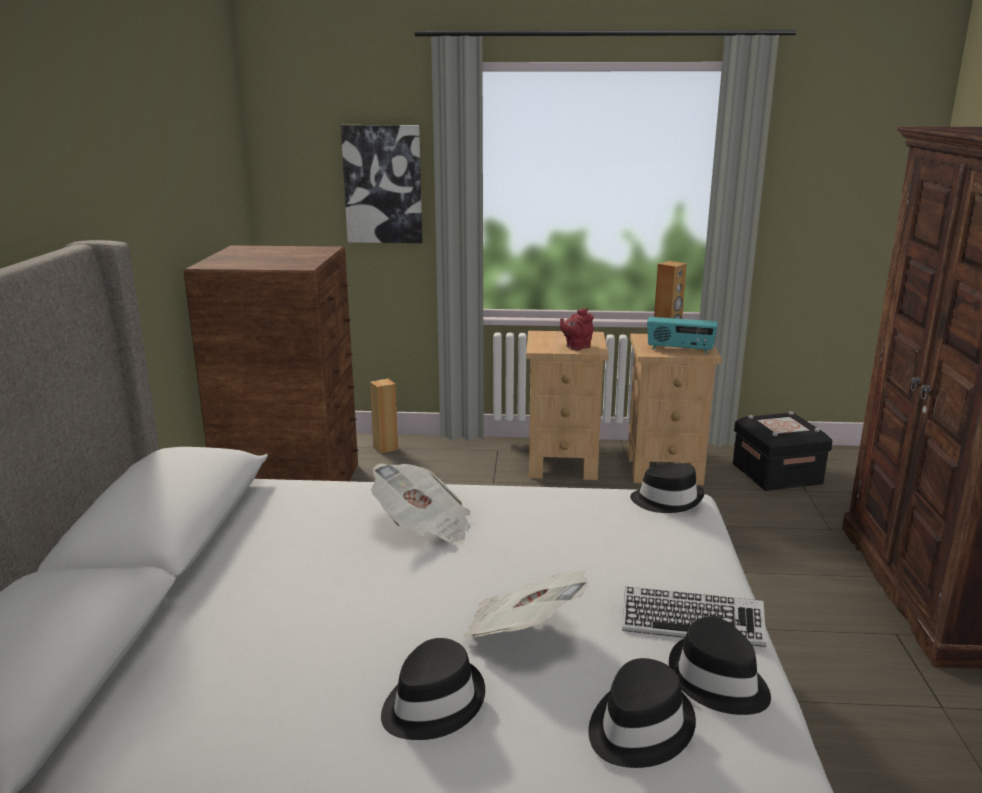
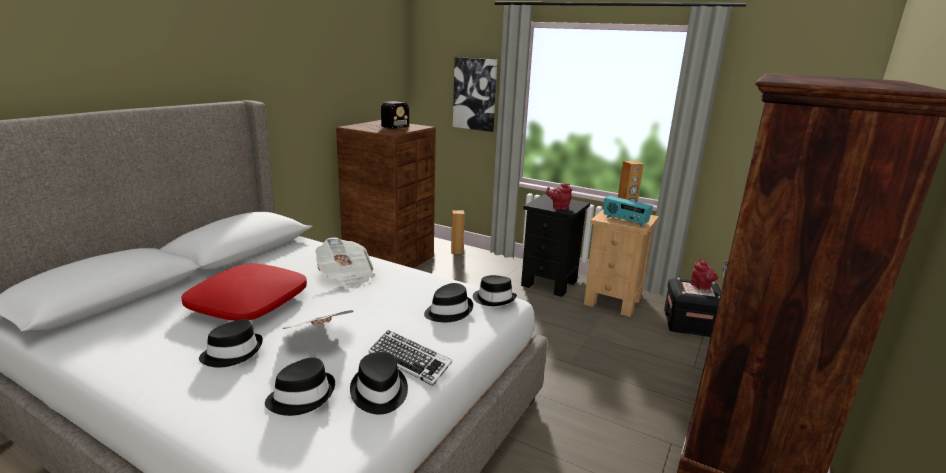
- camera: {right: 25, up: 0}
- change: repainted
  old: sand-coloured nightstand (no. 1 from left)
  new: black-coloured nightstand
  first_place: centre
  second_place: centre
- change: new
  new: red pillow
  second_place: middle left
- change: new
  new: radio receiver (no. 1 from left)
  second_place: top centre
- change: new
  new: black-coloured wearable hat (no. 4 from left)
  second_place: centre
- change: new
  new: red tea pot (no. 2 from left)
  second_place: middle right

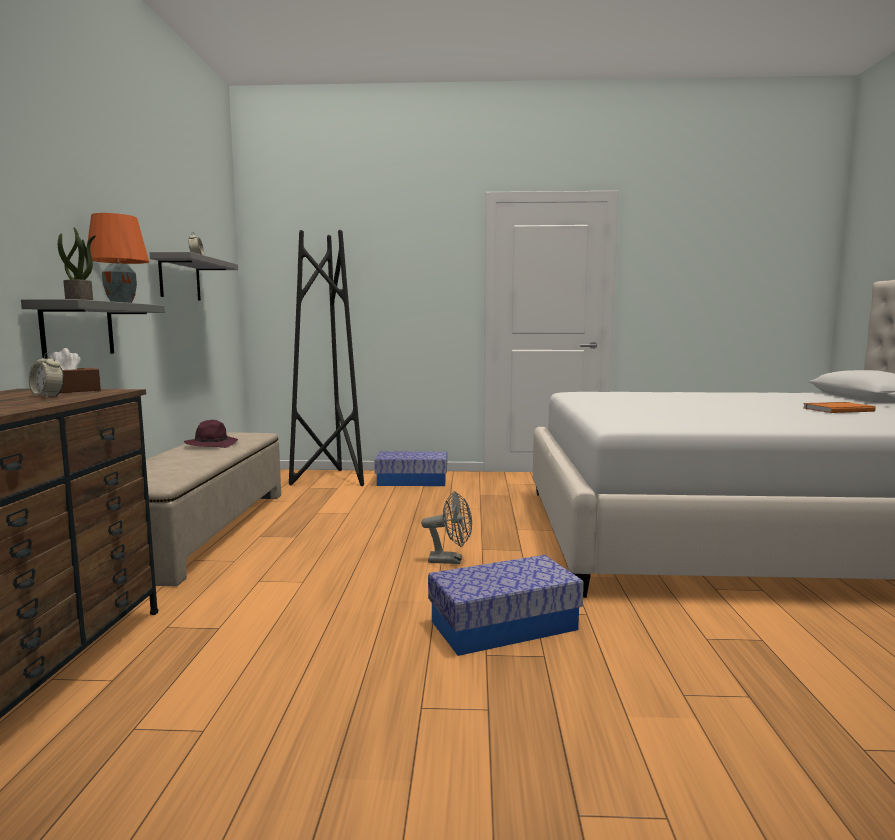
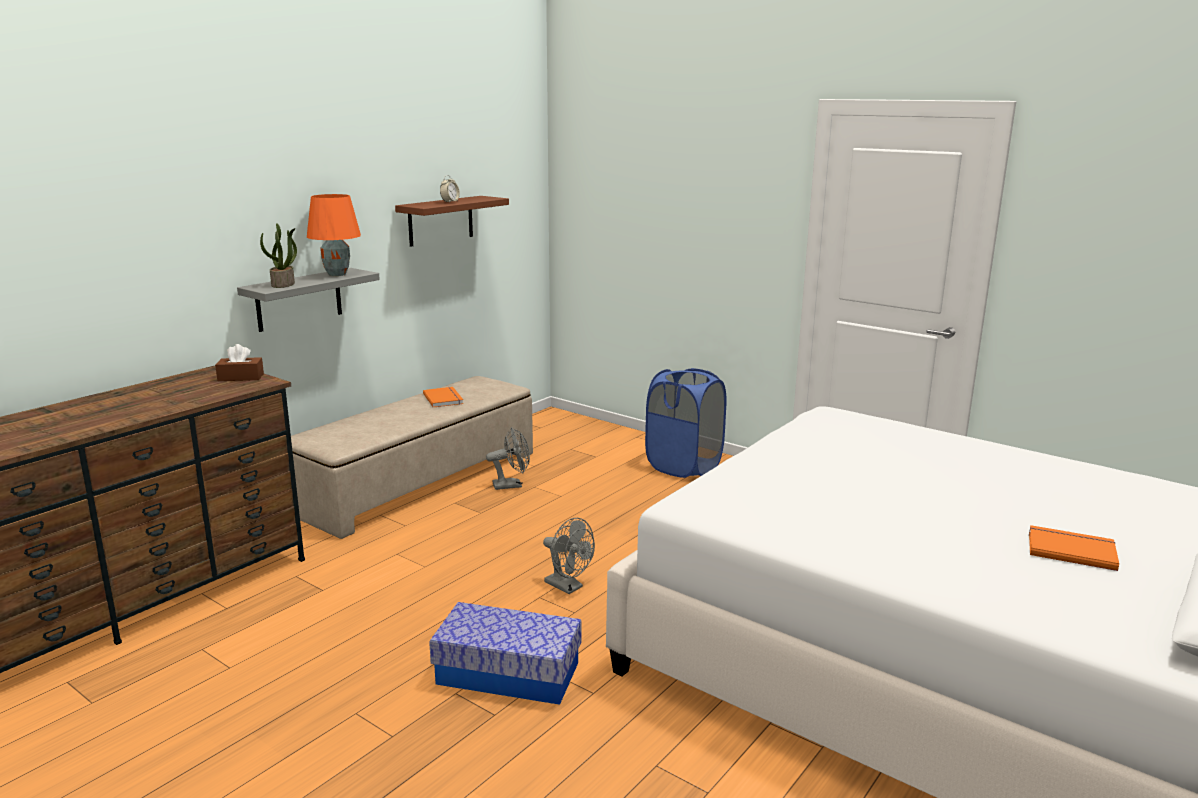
- camera: {right: 35, up: 10}
- change: gone
  old: bedside clock (no. 1 from left)
  first_place: middle left
- change: repainted
  old: gray wall shelf (no. 2 from left)
  new: brownish wall shelf
  first_place: top left
  second_place: top centre
- change: swapped
  old: purple wearable hat
  new: orange book (no. 1 from left)
  first_place: middle left
  second_place: centre
- change: gone
  old: black-coloured garment stand
  first_place: centre
- change: swapped
  old: storage box (no. 1 from left)
  new: bluish laundry basket
  first_place: centre
  second_place: centre
- change: new
  new: gray fan (no. 1 from left)
  second_place: centre

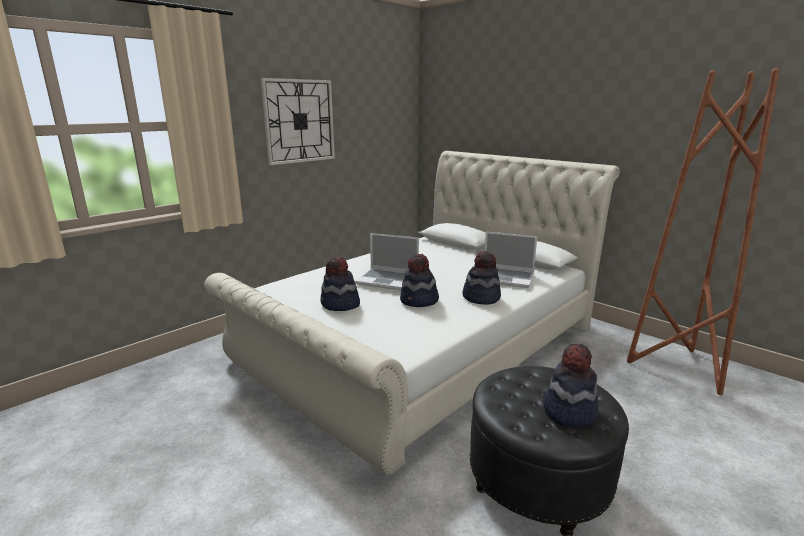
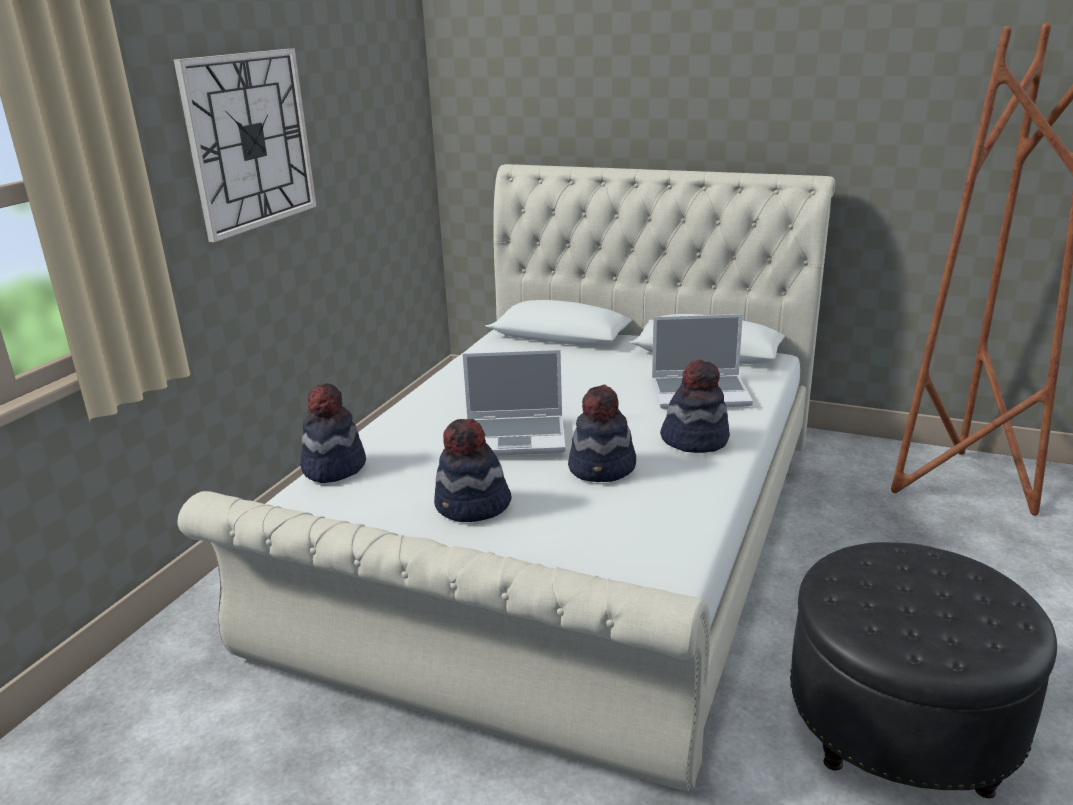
- camera: {right: -20, up: 5}
- change: shifted
  old: wearable hat (no. 4 from left in the first image)
  new: wearable hat (no. 1 from left)
  first_place: bottom right
  second_place: middle left

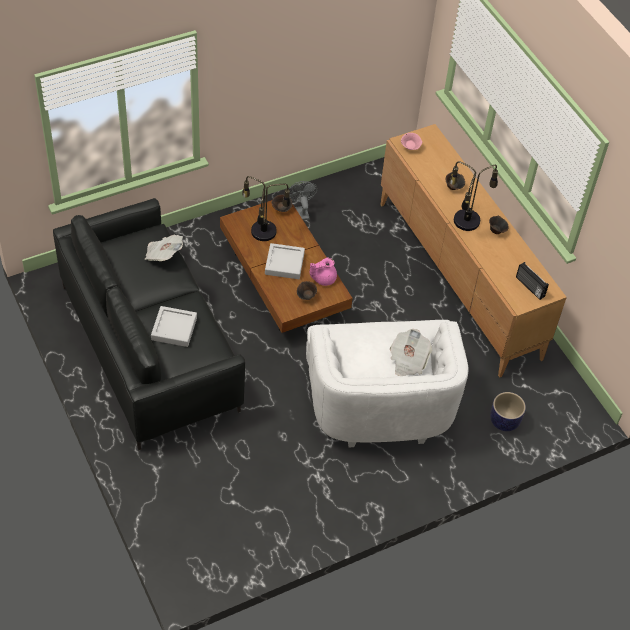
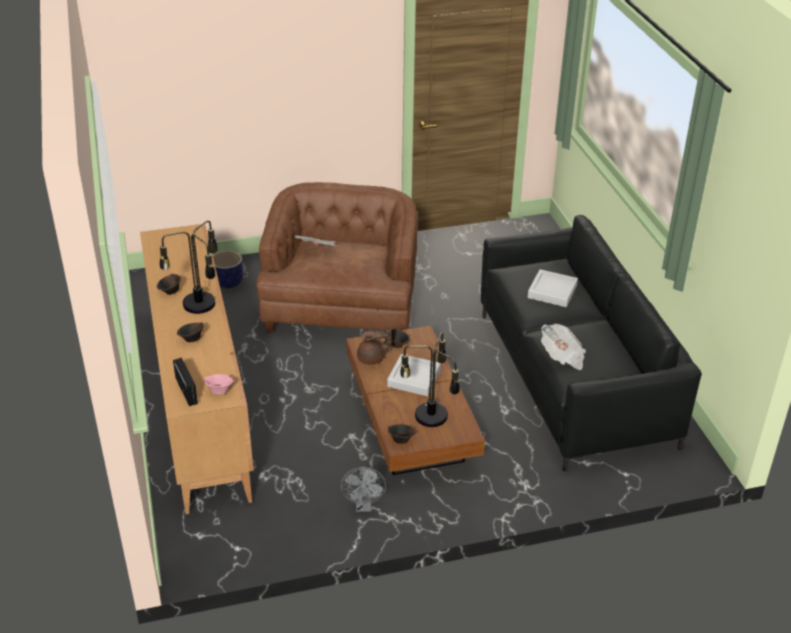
- camera: {right: -165, up: -15}
- change: repainted
  old: white armchair
  new: brownish armchair
  first_place: centre
  second_place: centre
- change: repainted
  old: pinkish tea pot
  new: brownish tea pot
  first_place: centre
  second_place: centre
- change: shifted
  old: radio receiver
  first_place: middle right
  second_place: middle left

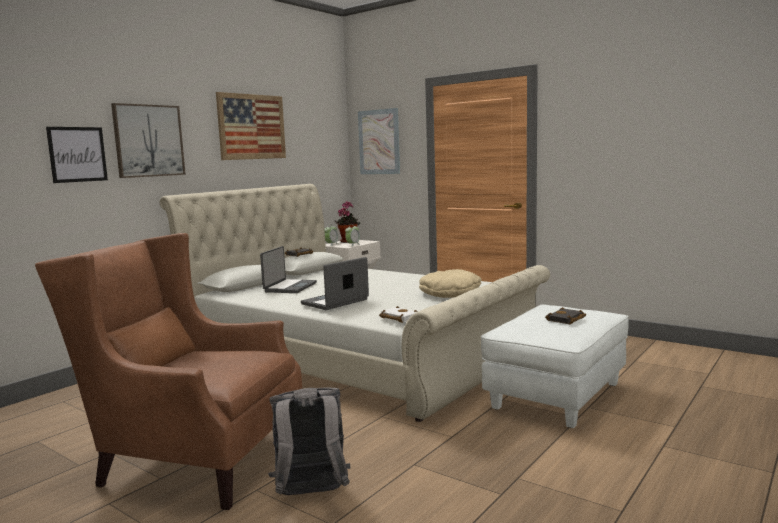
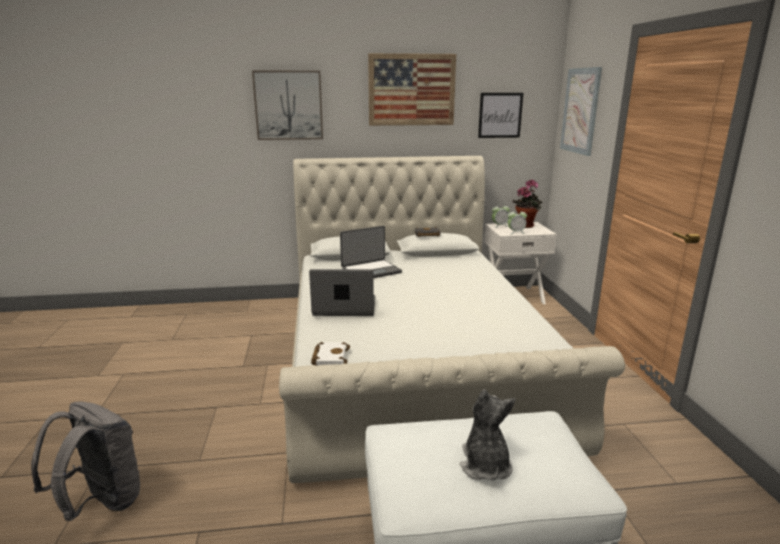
- camera: {right: 45, up: 10}
- change: gone
  old: brownish armchair
  first_place: bottom left
- change: shifted
  old: picture (no. 1 from left in the first image)
  new: picture (no. 3 from left)
  first_place: top left
  second_place: top centre
- change: gone
  old: sand-coloured pillow
  first_place: centre
- change: swapped
  old: black-coloured book (no. 2 from left)
  new: soft toy
  first_place: middle right
  second_place: bottom centre

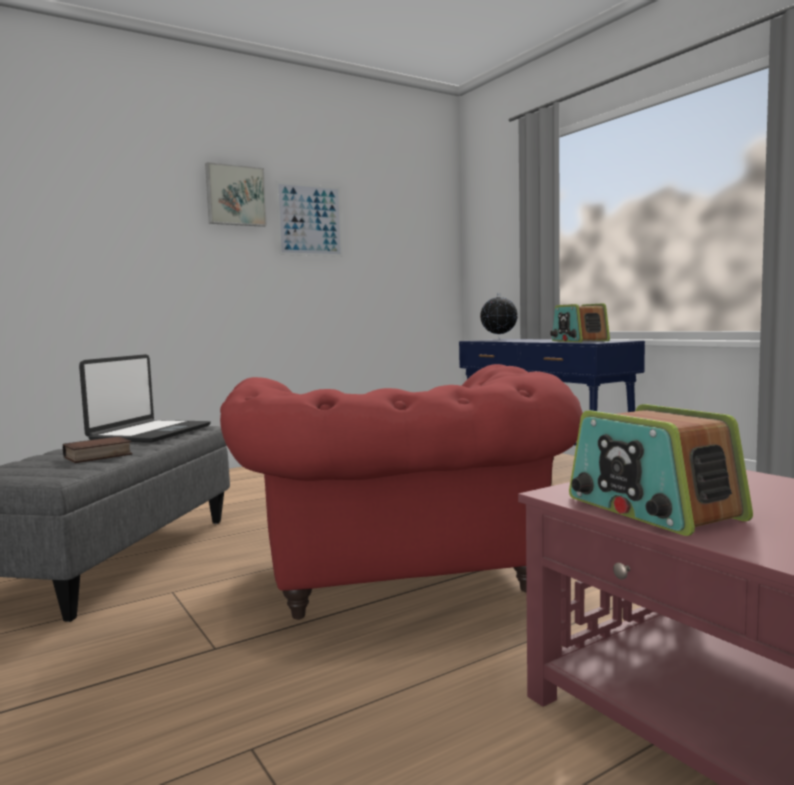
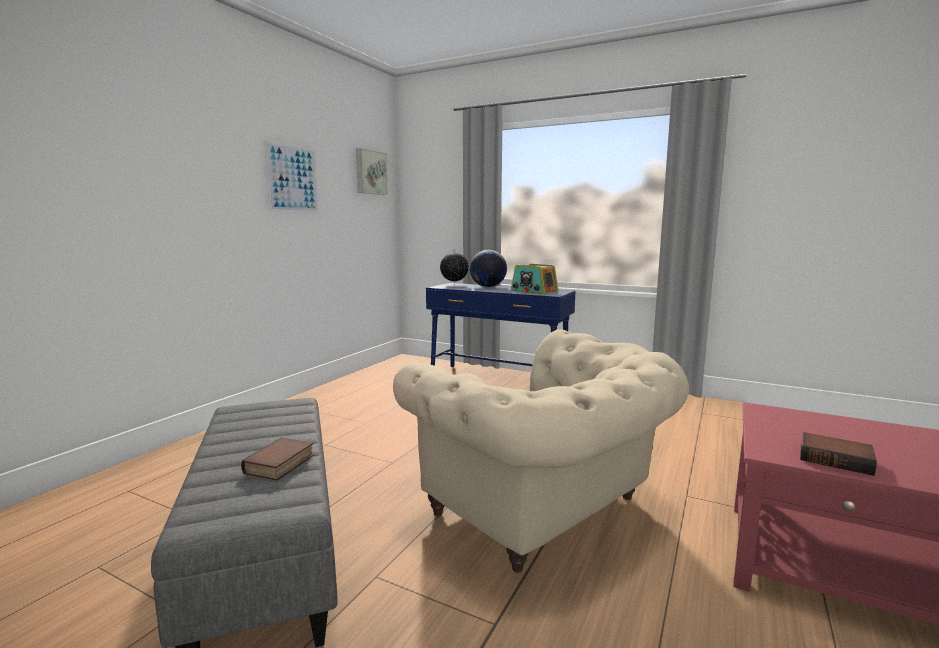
- camera: {right: -30, up: 5}
- change: gone
  old: notebook computer
  first_place: middle left
- change: shifted
  old: picture (no. 1 from left in the first image)
  new: picture (no. 2 from left)
  first_place: top left
  second_place: top centre
- change: repainted
  old: red armchair
  new: sand-coloured armchair
  first_place: centre
  second_place: bottom centre
- change: swapped
  old: radio receiver (no. 2 from left)
  new: book (no. 2 from left)
  first_place: middle right
  second_place: bottom right
- change: new
  new: desk globe (no. 2 from left)
  second_place: centre

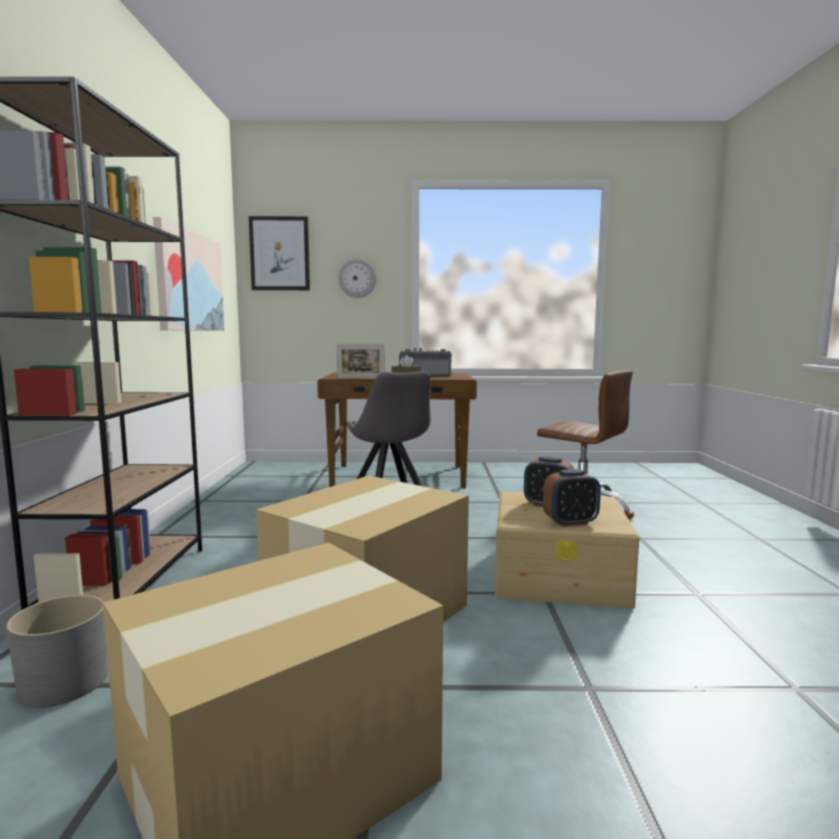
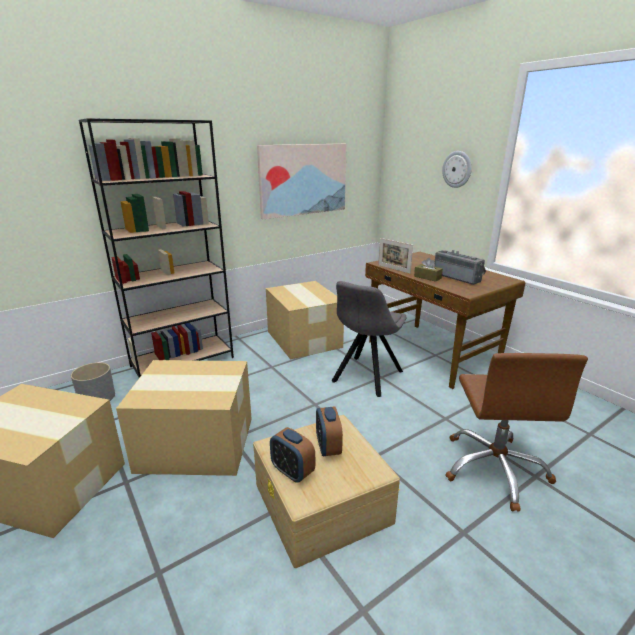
- camera: {right: 55, up: 15}
- change: gone
  old: picture (no. 2 from left)
  first_place: top left
- change: new
  new: cardboard box (no. 3 from left)
  second_place: centre

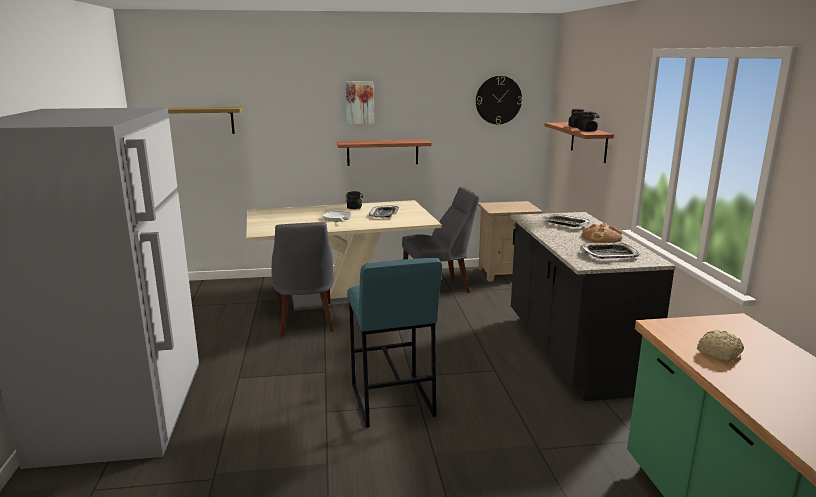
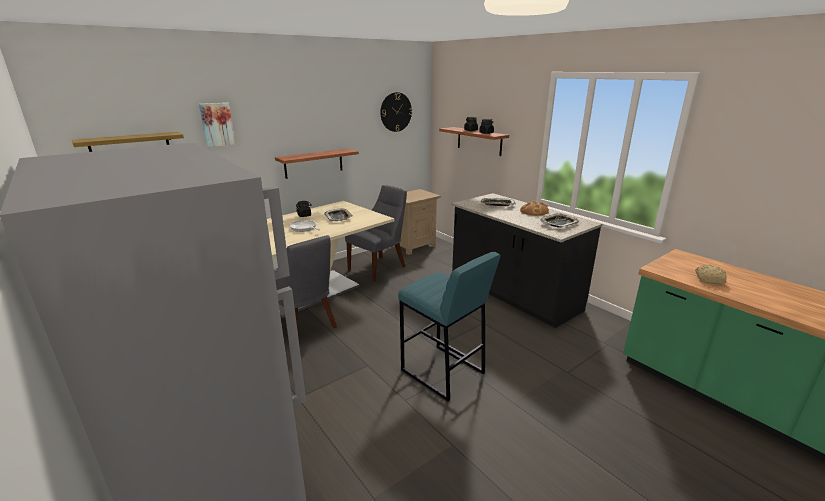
- camera: {right: -30, up: 5}
- change: shifted
  old: picture
  first_place: top centre
  second_place: top left

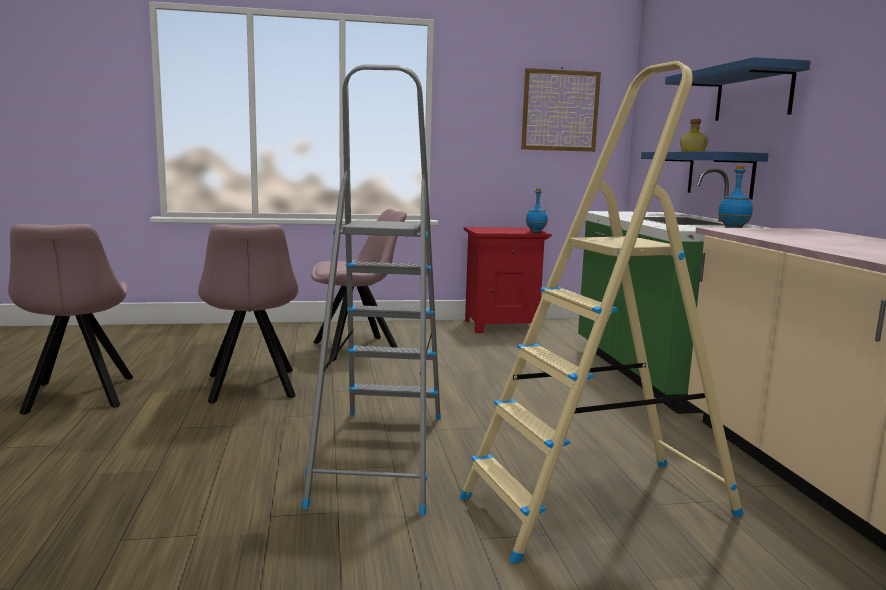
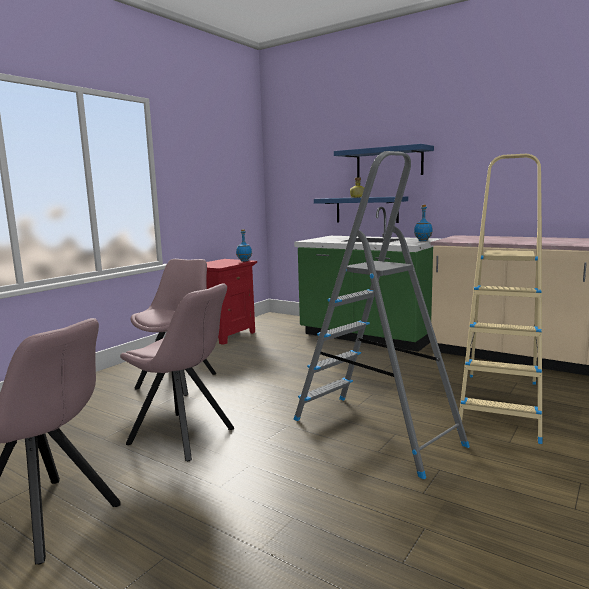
- camera: {right: -45, up: 0}
- change: gone
  old: picture
  first_place: top centre

